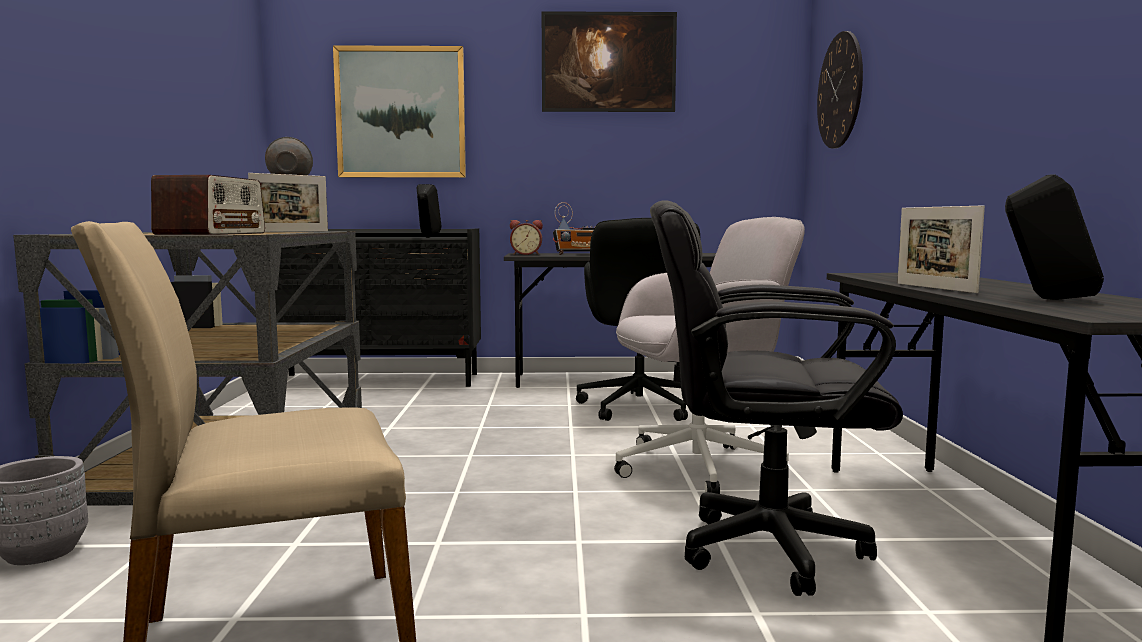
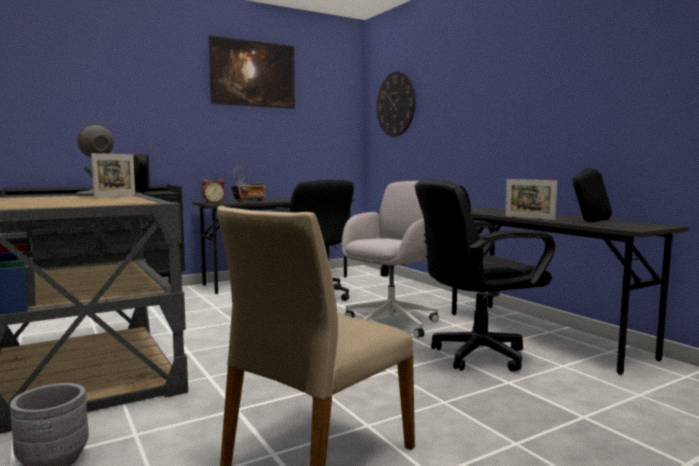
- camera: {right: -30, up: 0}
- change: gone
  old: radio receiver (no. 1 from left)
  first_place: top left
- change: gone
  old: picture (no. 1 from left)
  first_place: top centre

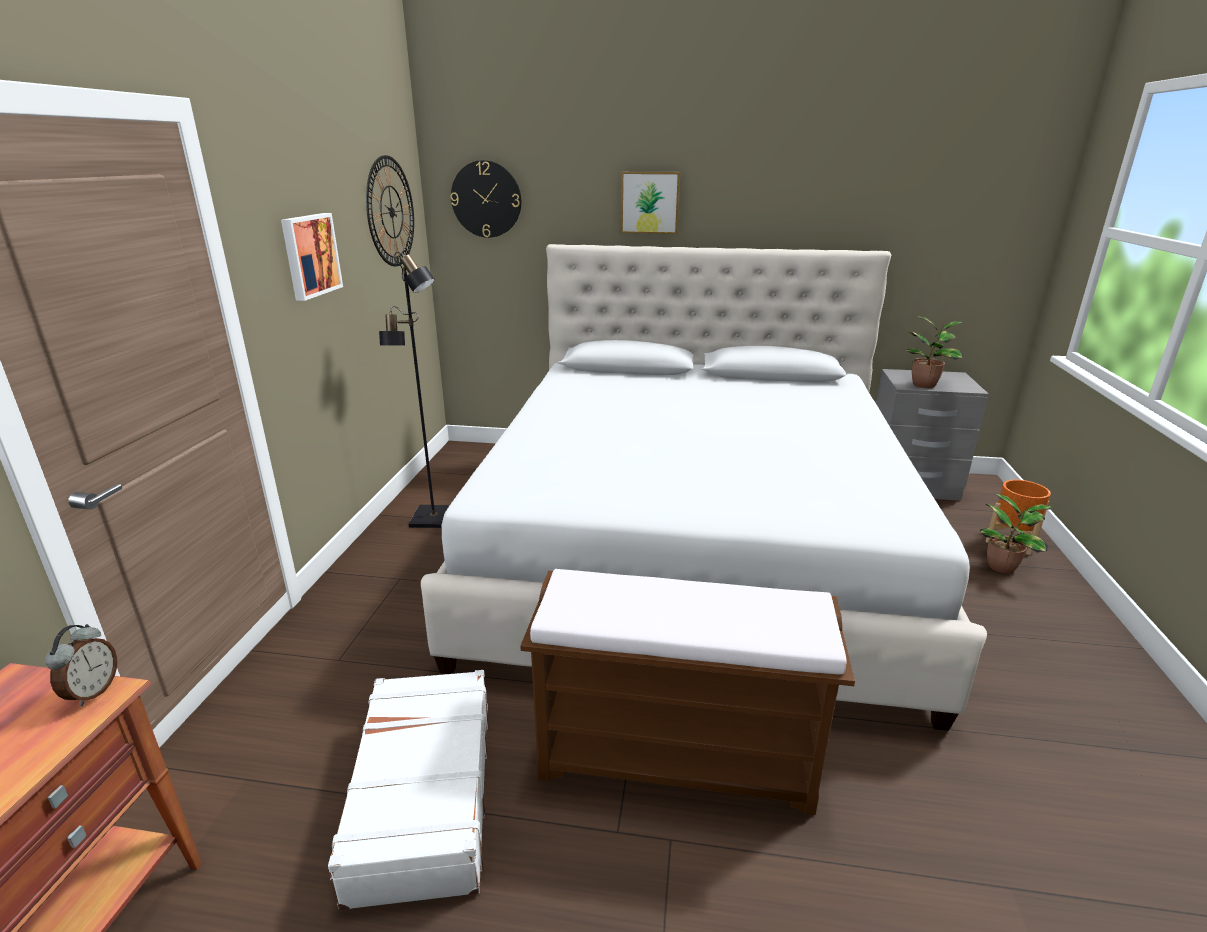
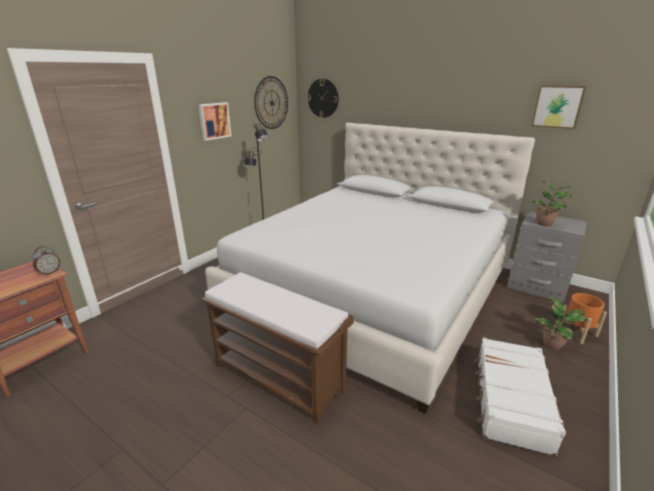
- camera: {right: 25, up: 0}
- change: shifted
  old: white suitcase
  first_place: bottom centre
  second_place: bottom right
- change: shifted
  old: picture (no. 2 from left)
  first_place: top centre
  second_place: top right

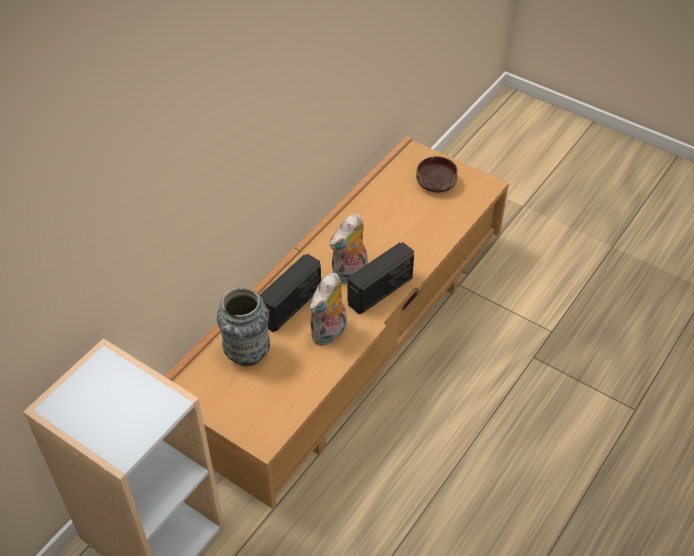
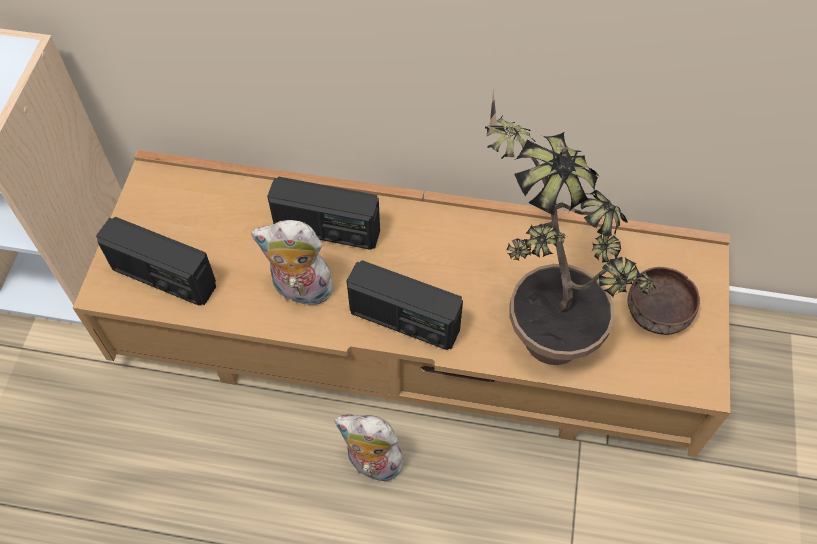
- camera: {right: 65, up: 10}
- change: gone
  old: vase
  first_place: centre
- change: shifted
  old: soft toy (no. 2 from left)
  first_place: centre
  second_place: bottom centre
- change: new
  new: radio receiver (no. 1 from left)
  second_place: middle left
- change: new
  new: potted plant
  second_place: middle right

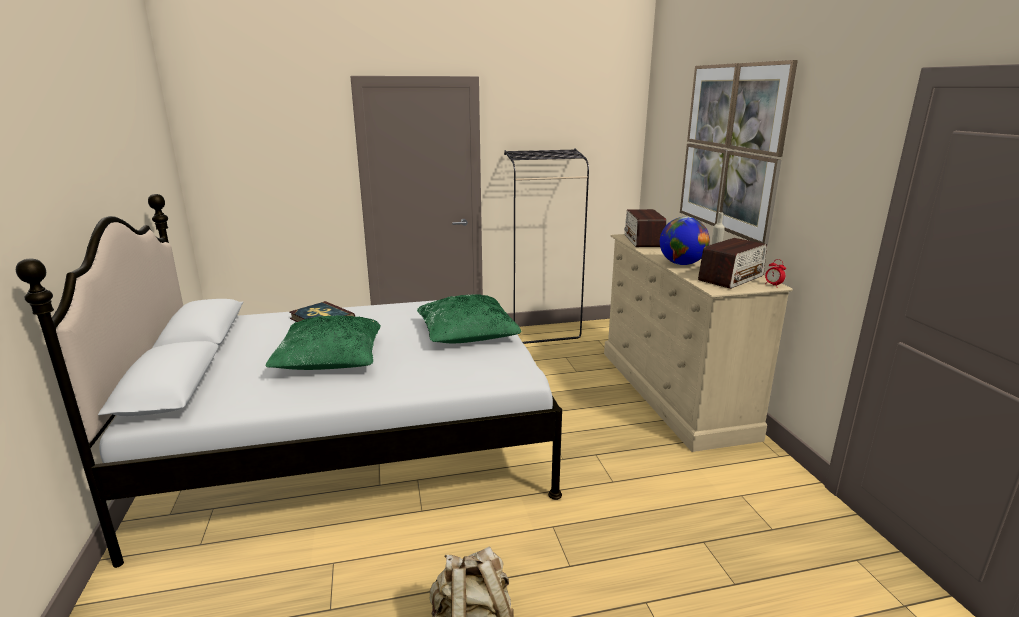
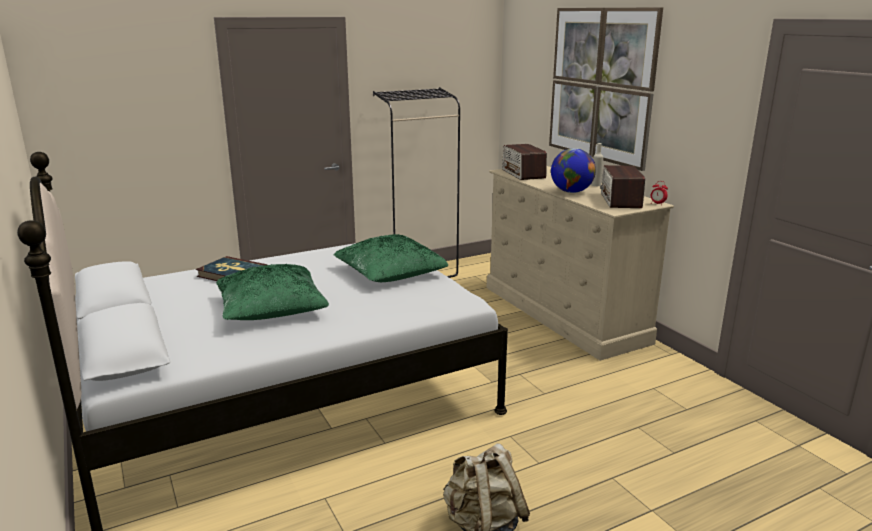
- camera: {right: -15, up: 0}
- change: rotated
  old: radio receiver (no. 2 from left)
  first_place: middle right
  second_place: middle right
  degrees: 150

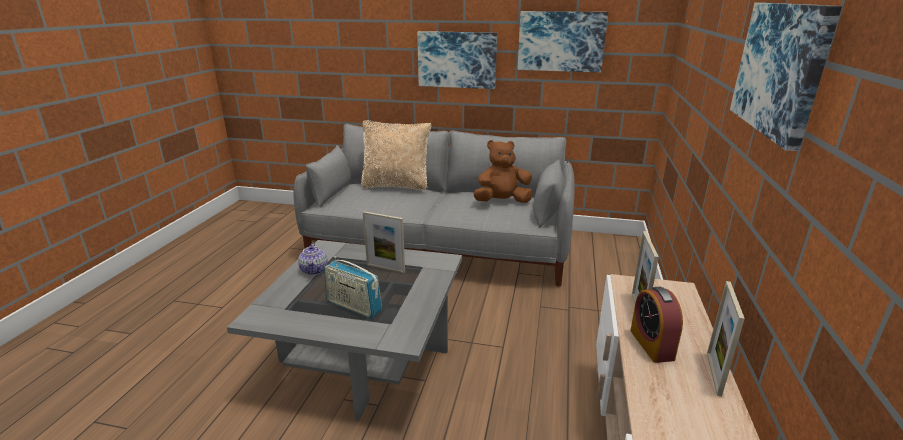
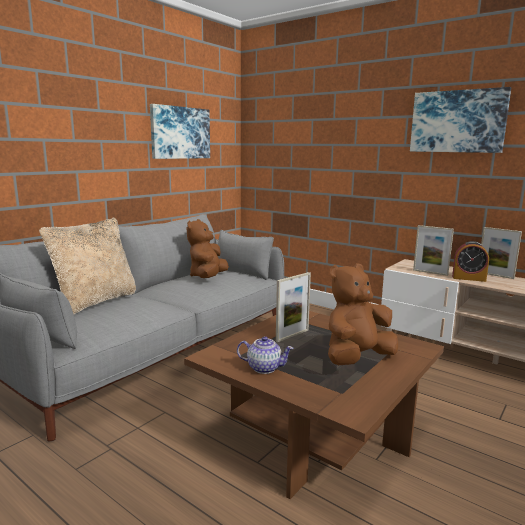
- camera: {right: -65, up: -10}
- change: repainted
  old: gray coffee table
  new: brownish coffee table
  first_place: bottom centre
  second_place: bottom centre
- change: swapped
  old: radio receiver
  new: brownish soft toy (no. 2 from left)
  first_place: centre
  second_place: middle right
- change: gone
  old: picture (no. 1 from left)
  first_place: top centre

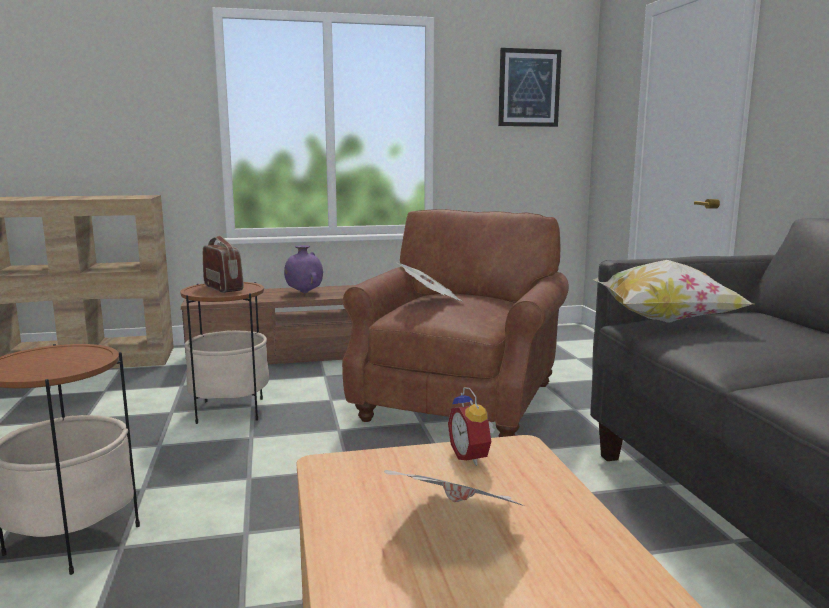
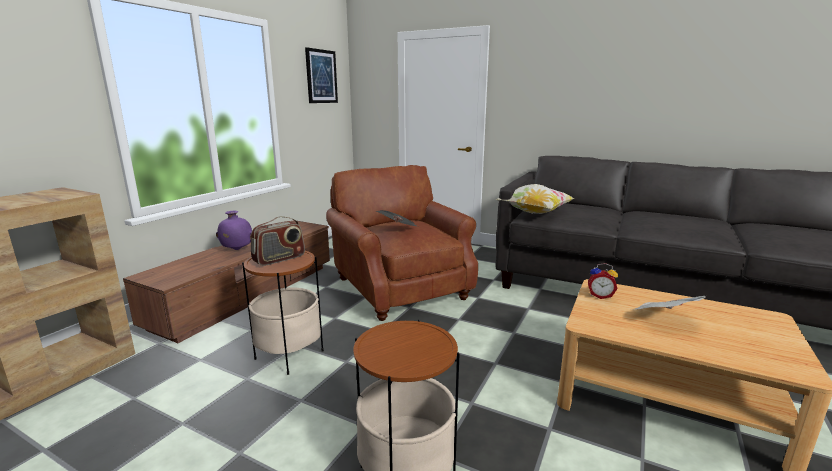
- camera: {right: -50, up: 5}
- change: rotated
  old: radio receiver
  first_place: middle left
  second_place: centre
  degrees: 135

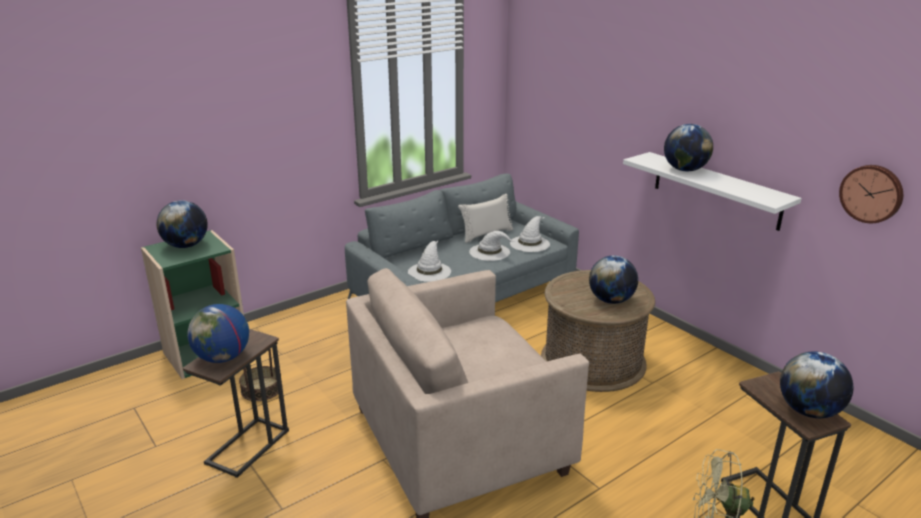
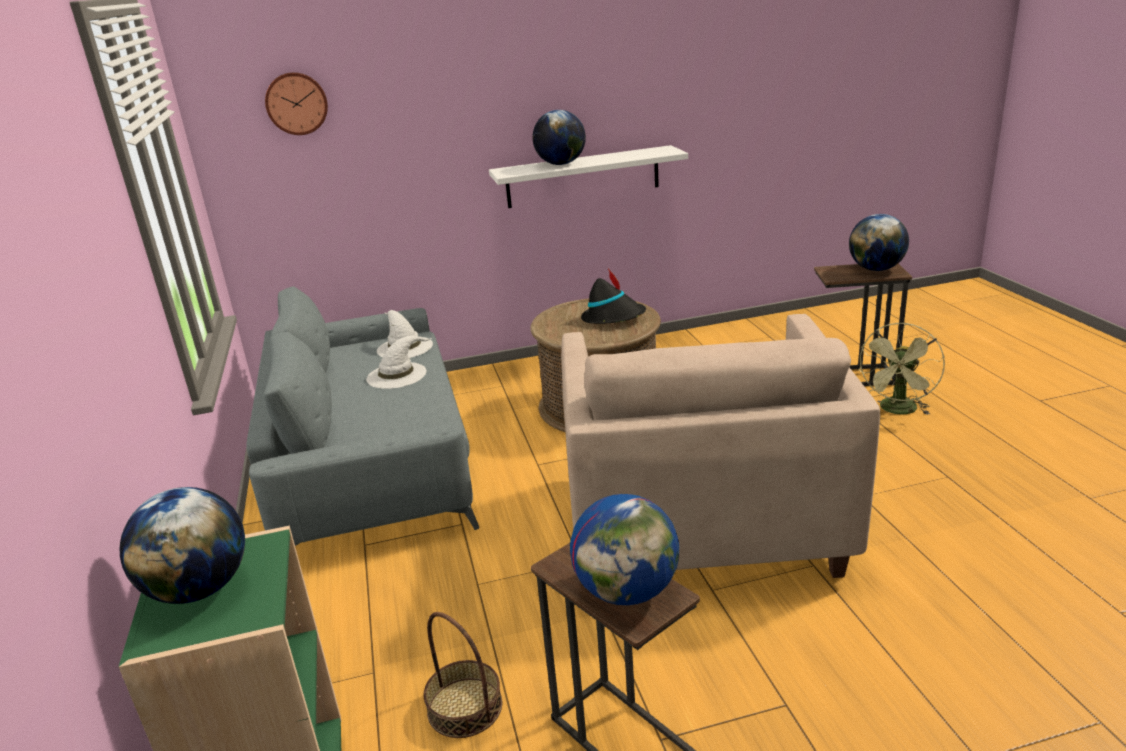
- camera: {right: -65, up: 0}
- change: gone
  old: white wearable hat (no. 1 from left)
  first_place: centre
- change: gone
  old: white pillow
  first_place: centre
- change: swapped
  old: desk globe (no. 3 from left)
  new: black-coloured wearable hat
  first_place: centre
  second_place: centre
- change: shifted
  old: wall clock
  first_place: middle right
  second_place: top left

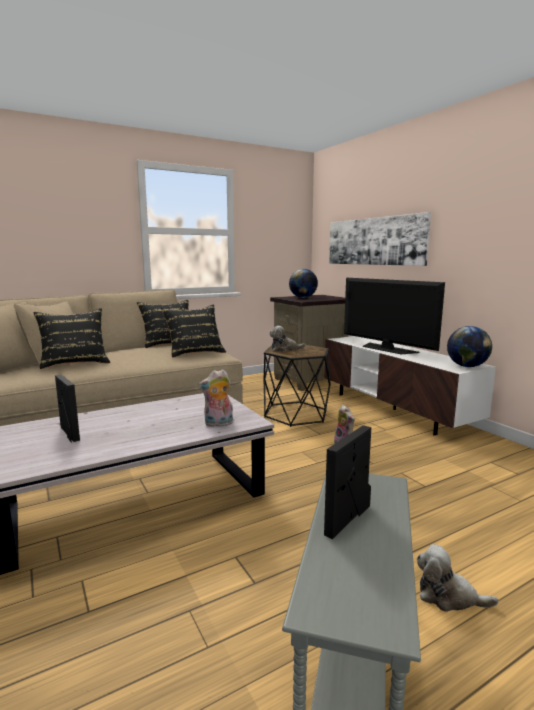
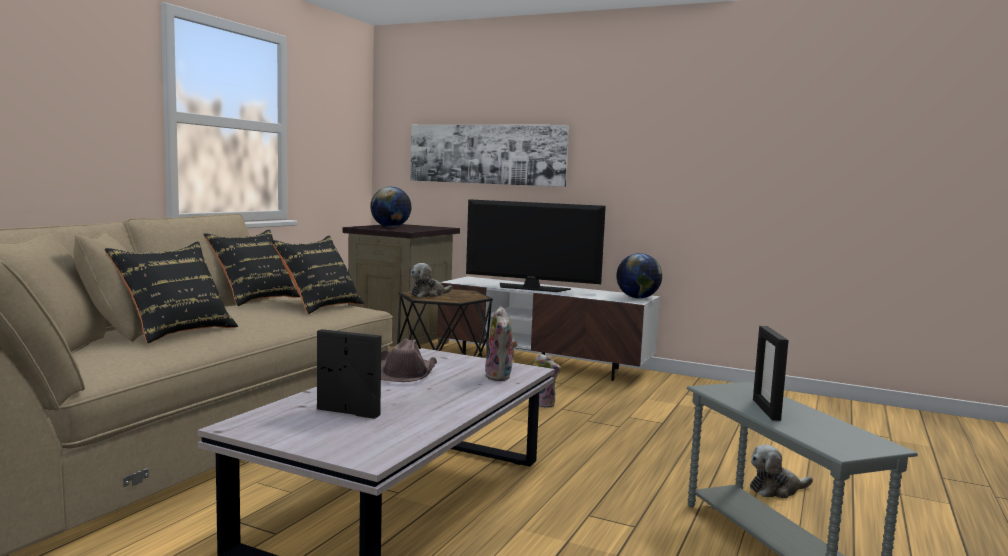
- camera: {right: -35, up: -5}
- change: rotated
  old: soft toy (no. 1 from left in the first image)
  first_place: centre
  second_place: centre
  degrees: -45
- change: new
  new: brownish wearable hat
  second_place: centre

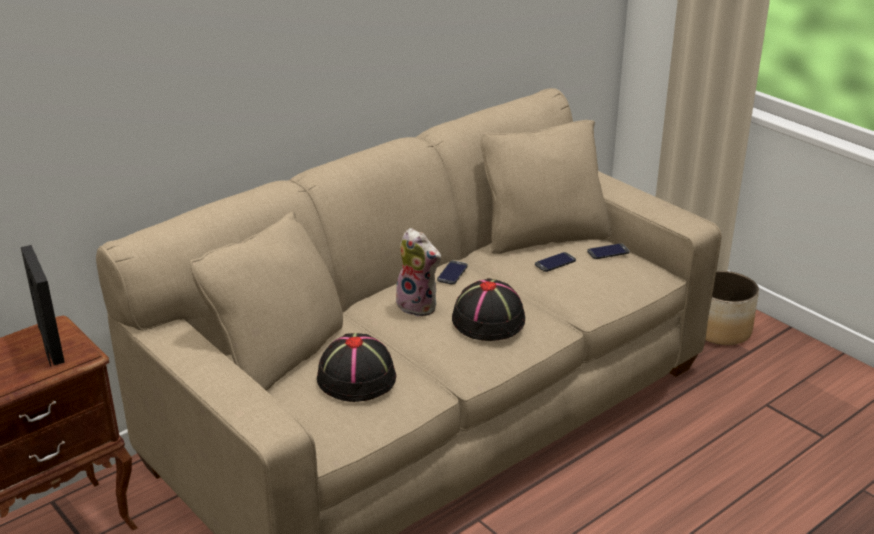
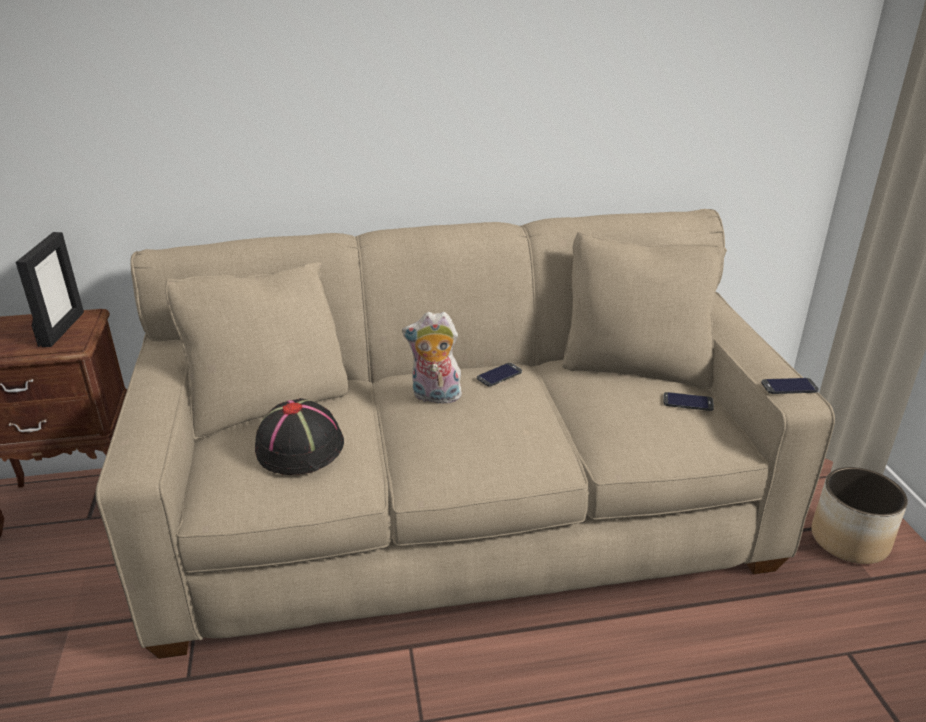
- camera: {right: 30, up: 0}
- change: rotated
  old: soft toy
  first_place: centre
  second_place: centre
  degrees: 120
- change: gone
  old: black-coloured wearable hat (no. 2 from left)
  first_place: centre
- change: shifted
  old: telephone (no. 2 from left in the first image)
  new: telephone (no. 3 from left)
  first_place: centre
  second_place: middle right

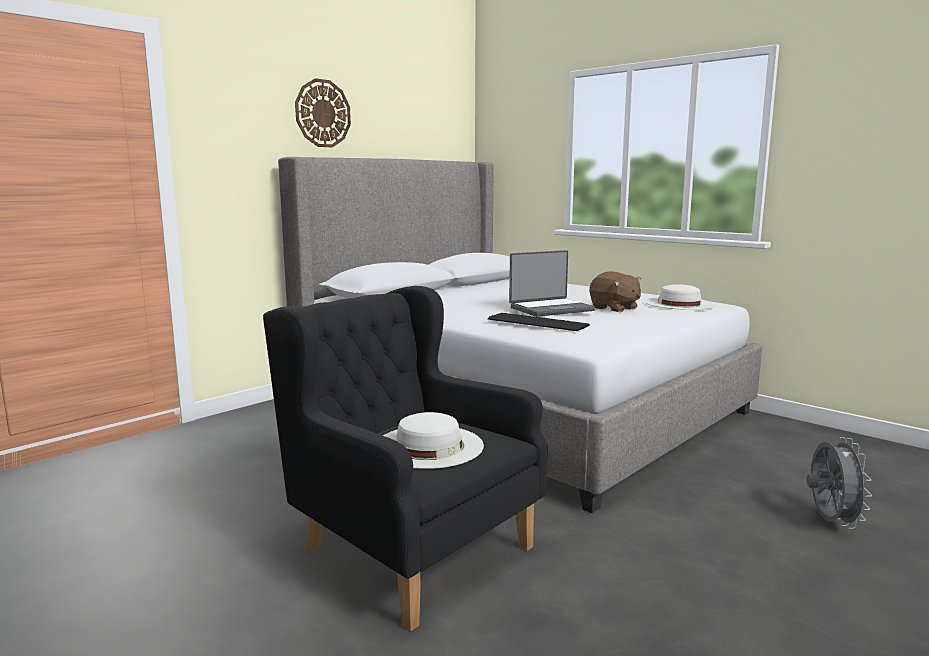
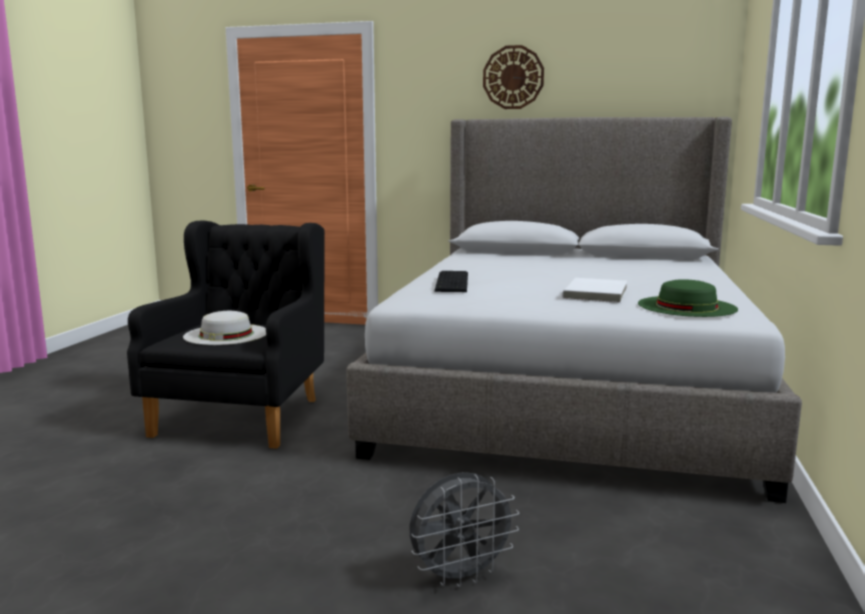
- camera: {right: 60, up: 0}
- change: gone
  old: notebook computer
  first_place: centre
- change: swapped
  old: brownish soft toy
  new: white book
  first_place: centre
  second_place: middle right
- change: repainted
  old: white wearable hat (no. 2 from left)
  new: green-coloured wearable hat
  first_place: middle right
  second_place: middle right

